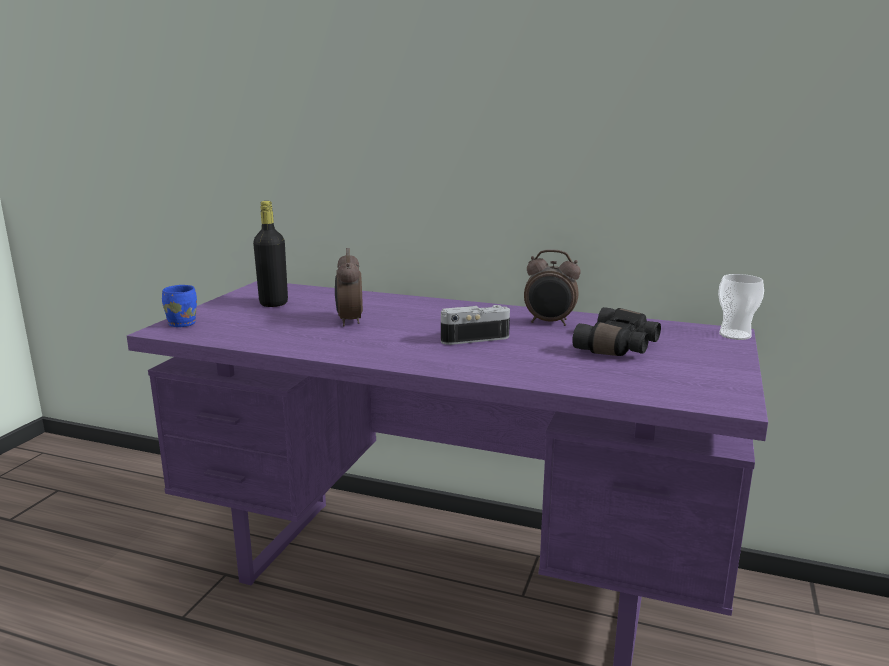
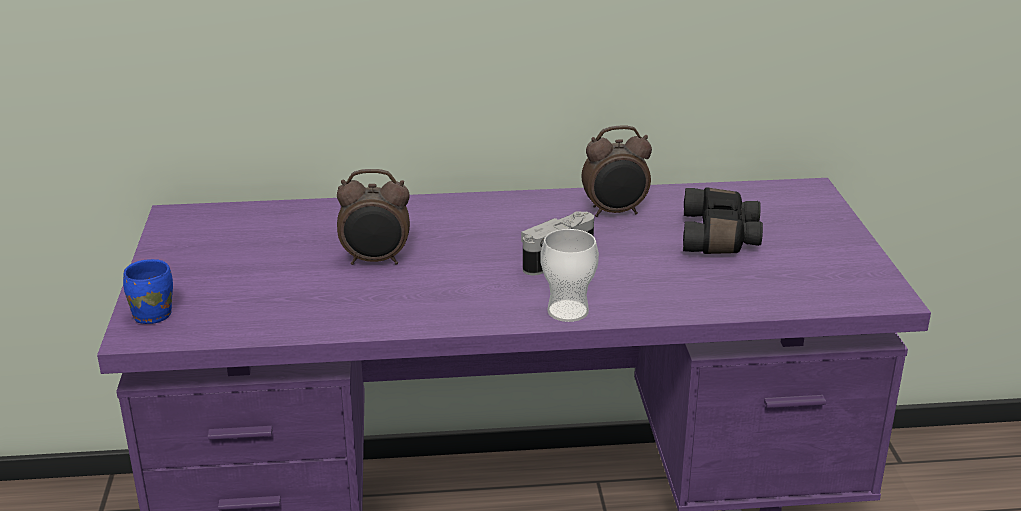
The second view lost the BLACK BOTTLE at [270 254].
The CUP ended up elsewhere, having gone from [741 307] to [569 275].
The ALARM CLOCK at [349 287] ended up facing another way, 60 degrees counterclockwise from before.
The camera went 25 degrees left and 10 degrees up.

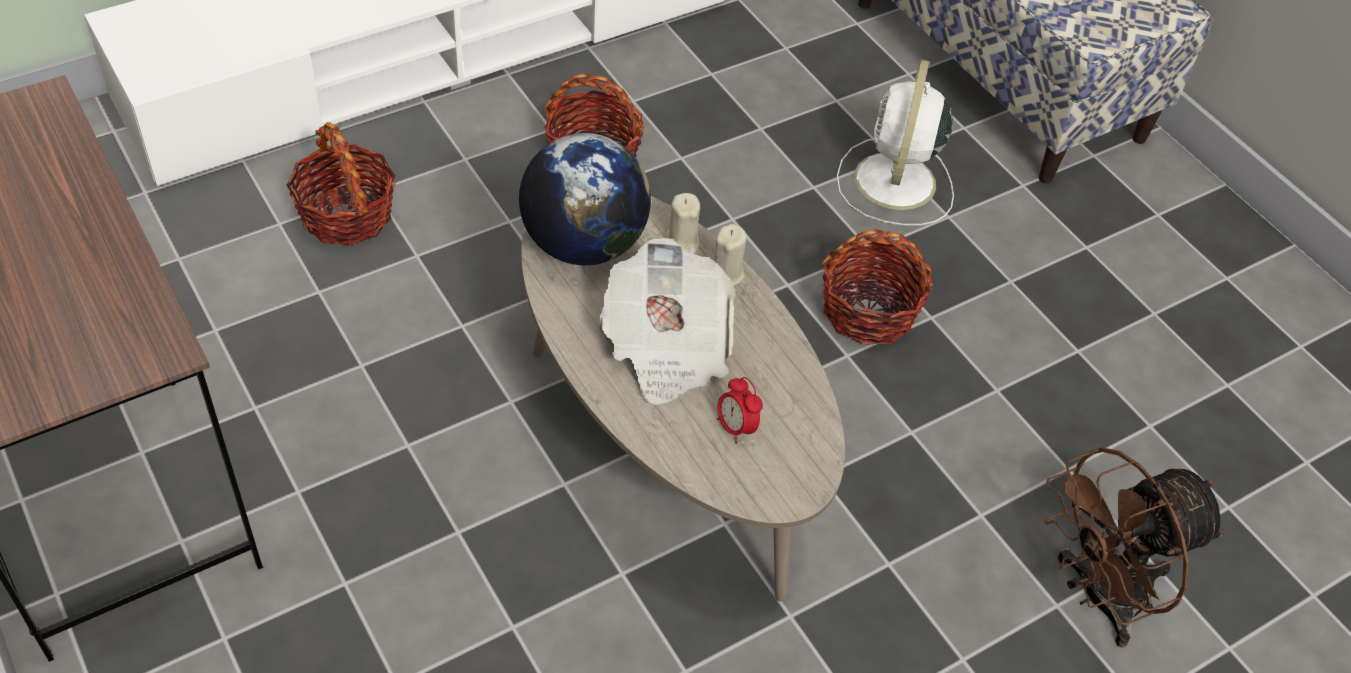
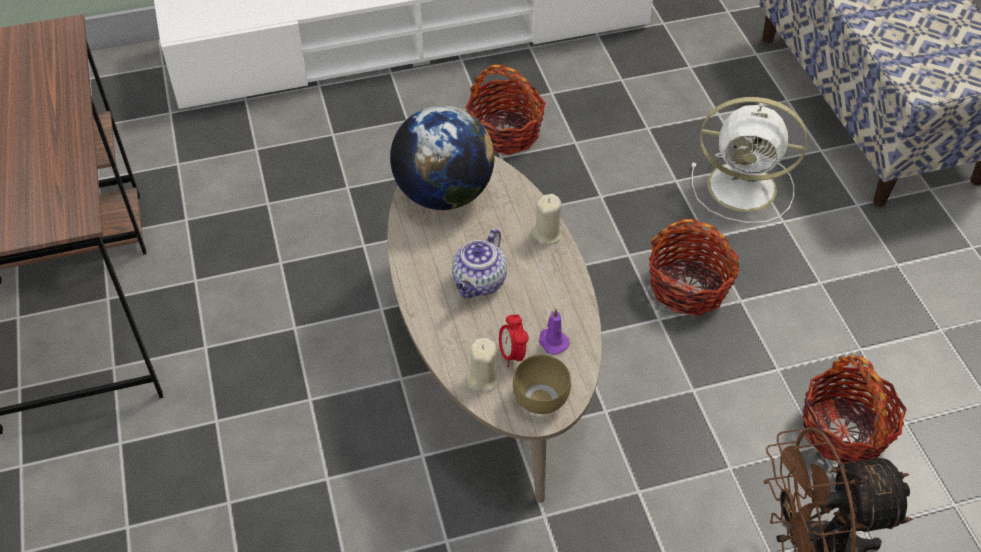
The second view gained the BROWN BOWL at [542 384].
The second view gained the PURPLE CANDLE at [554 331].
The BASKET ended up elsewhere, having gone from [341 184] to [854 409].
The BEIGE CANDLE ended up elsewhere, having gone from [682 223] to [483 365].
Where the NEWSPAPER stood at [667 321], the TEAPOT came to stand at [479 263].
The WHITE FAN at [895 143] ended up facing another way, 105 degrees counterclockwise from before.
The camera went 20 degrees right and 0 degrees up.

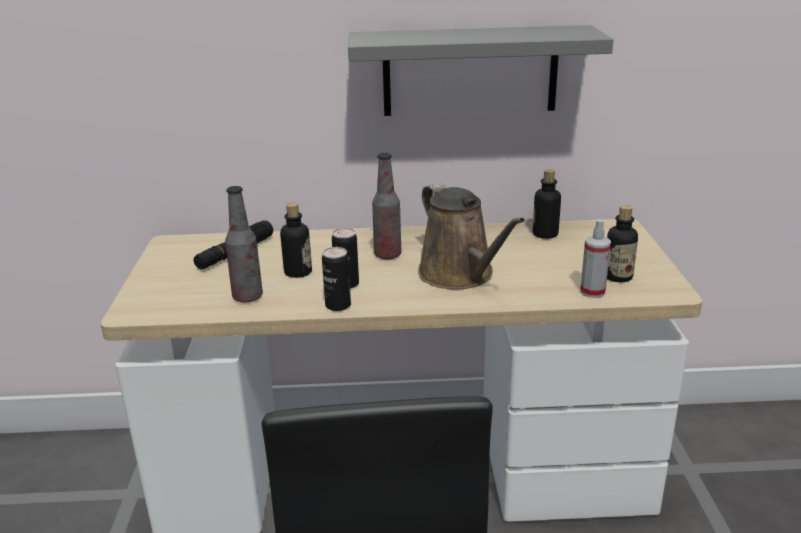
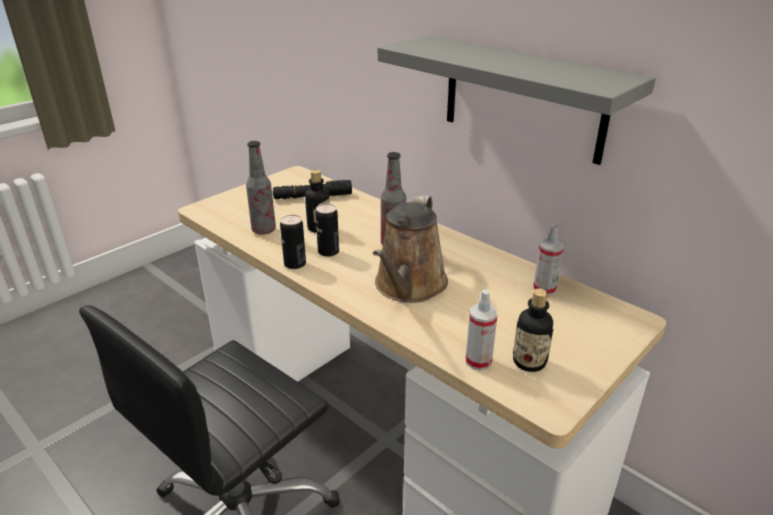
Where the BOTTLE stood at [547 204], the SPRAY BOTTLE came to stand at [548 260].
The camera went 45 degrees right and 5 degrees up.

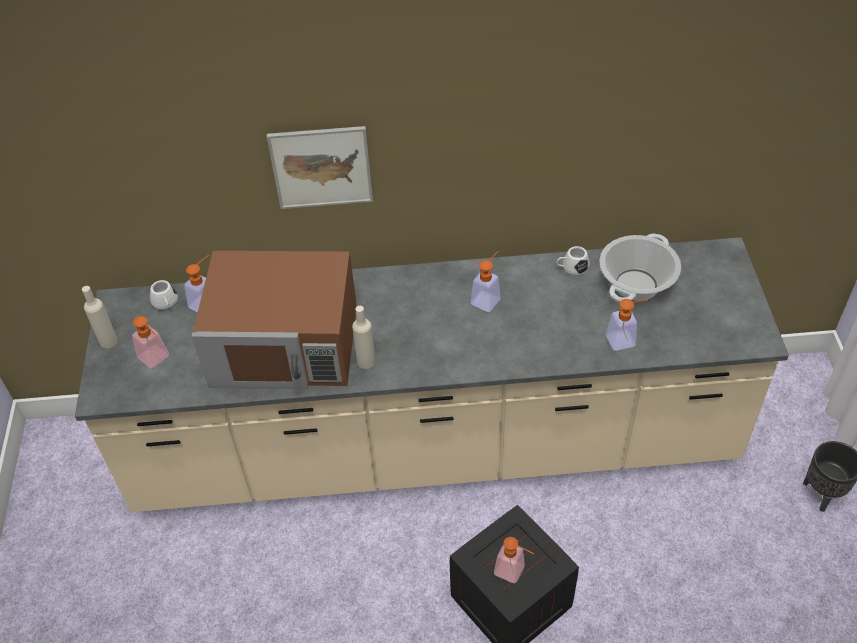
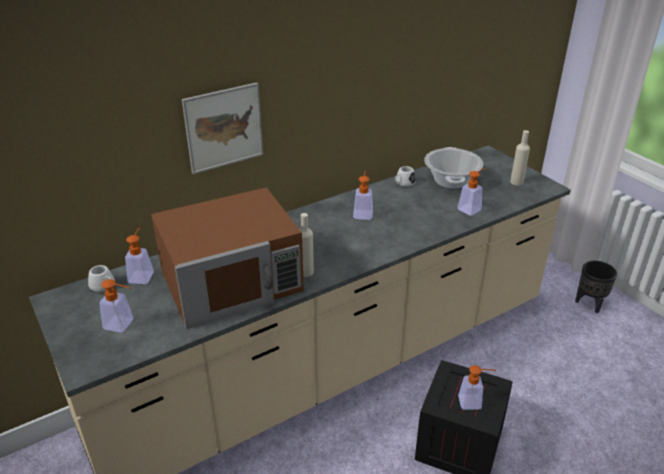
The BEIGE BOTTLE ended up elsewhere, having gone from [100 317] to [520 158].
The camera went 30 degrees left and 15 degrees down.

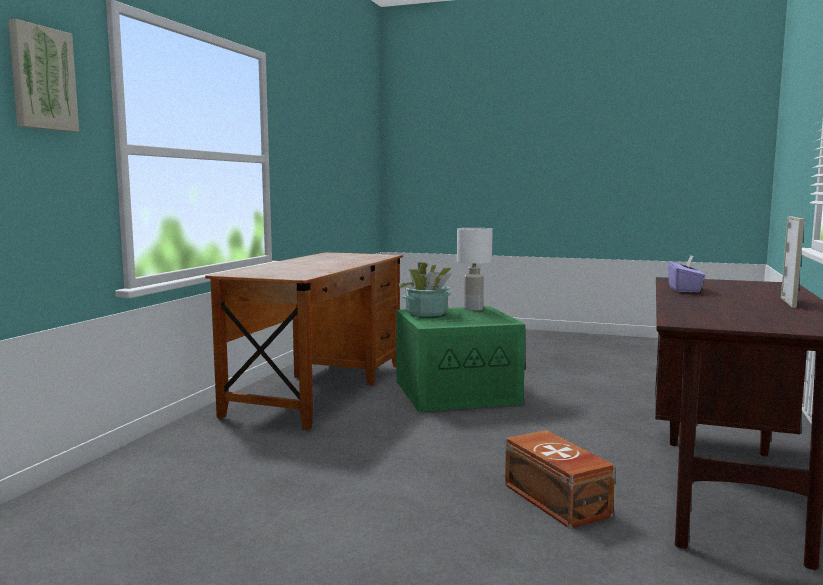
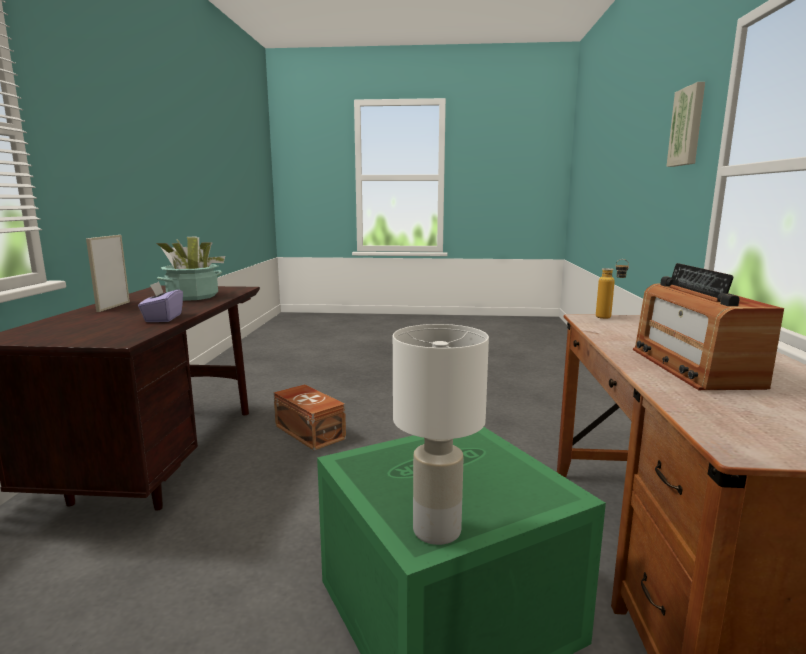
The second view gained the BOTTLE at [612 289].
The second view gained the RADIO at [708 326].
The POTTED PLANT ended up elsewhere, having gone from [425 289] to [190 268].
The camera went 165 degrees right and 5 degrees up.

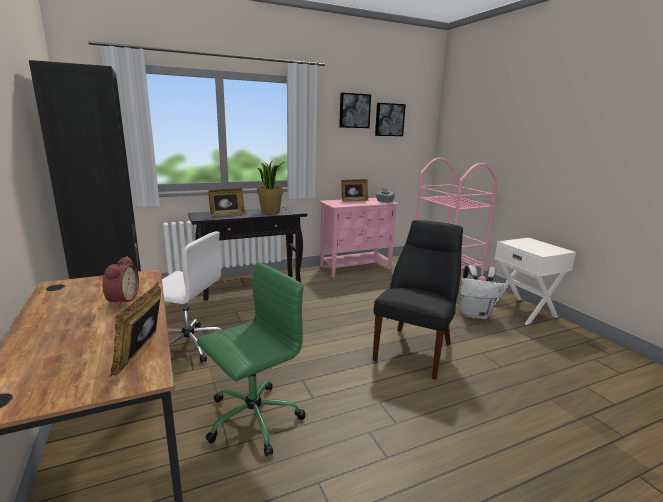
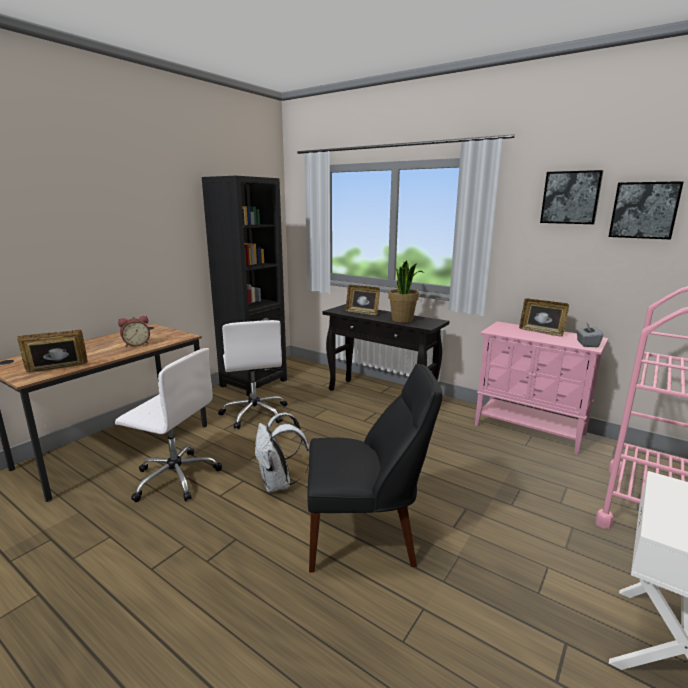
The WHITE BACKPACK ended up elsewhere, having gone from [482 292] to [282 452].
What was the GREEN OFFICE CHAIR at [251 359] turned into the WHITE OFFICE CHAIR at [168 425].
The camera went 60 degrees right and 0 degrees up.

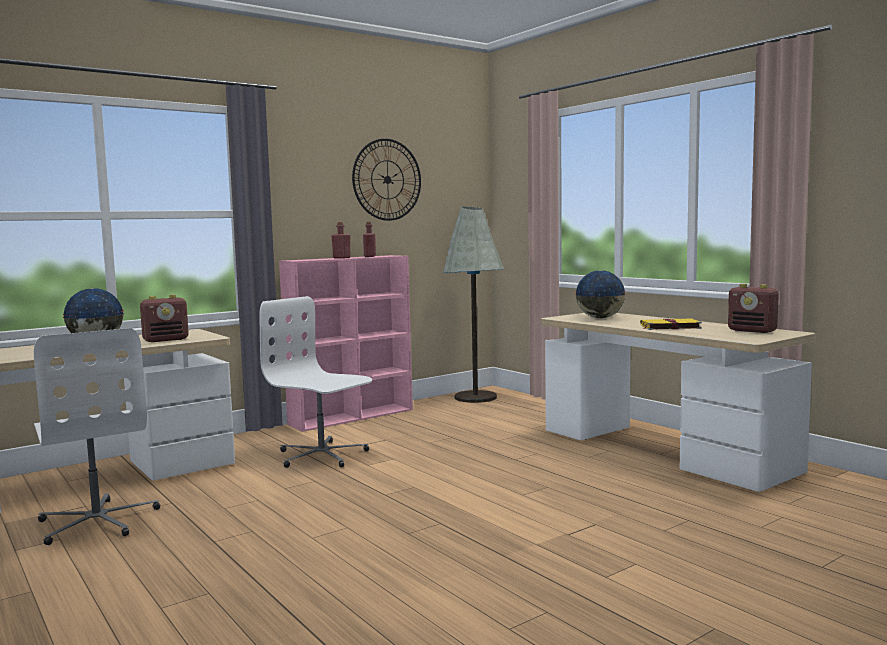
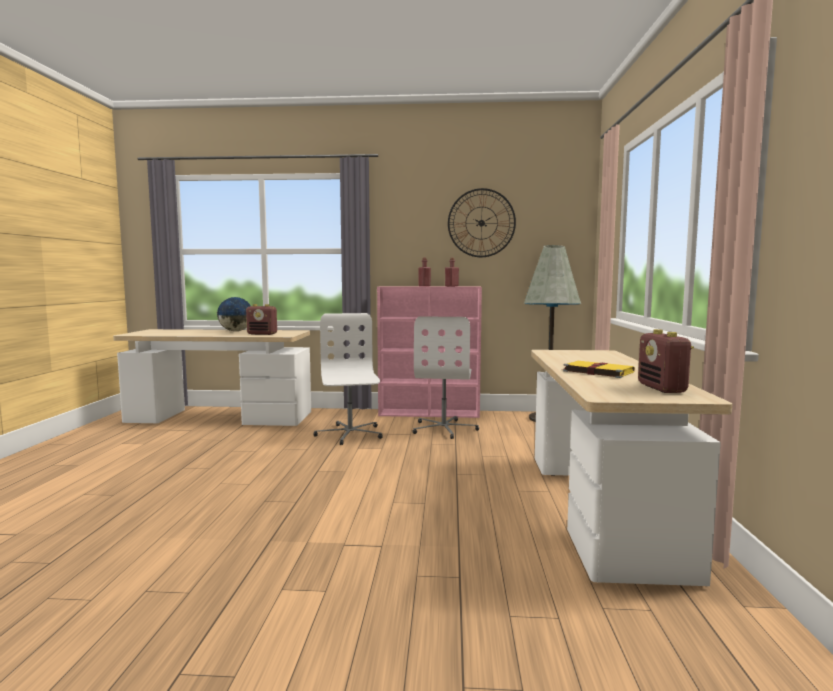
The second view lost the GLOBE at [600 294].
The WHITE OFFICE CHAIR ended up elsewhere, having gone from [97 436] to [446 377].
The camera went 40 degrees right and 0 degrees up.

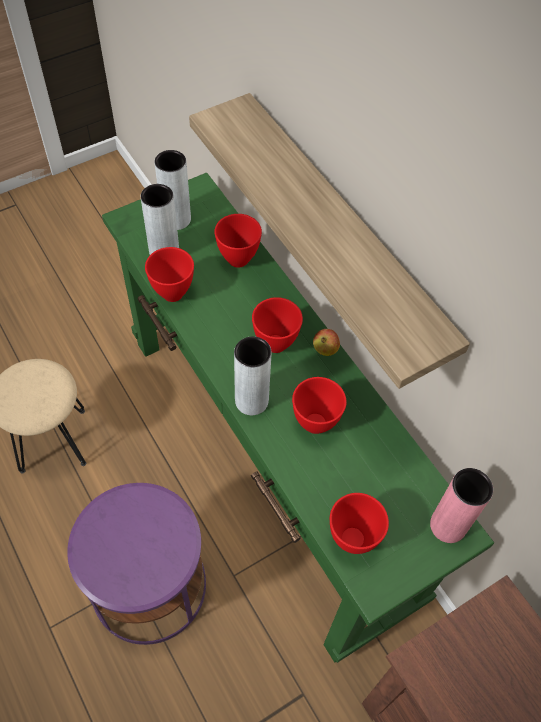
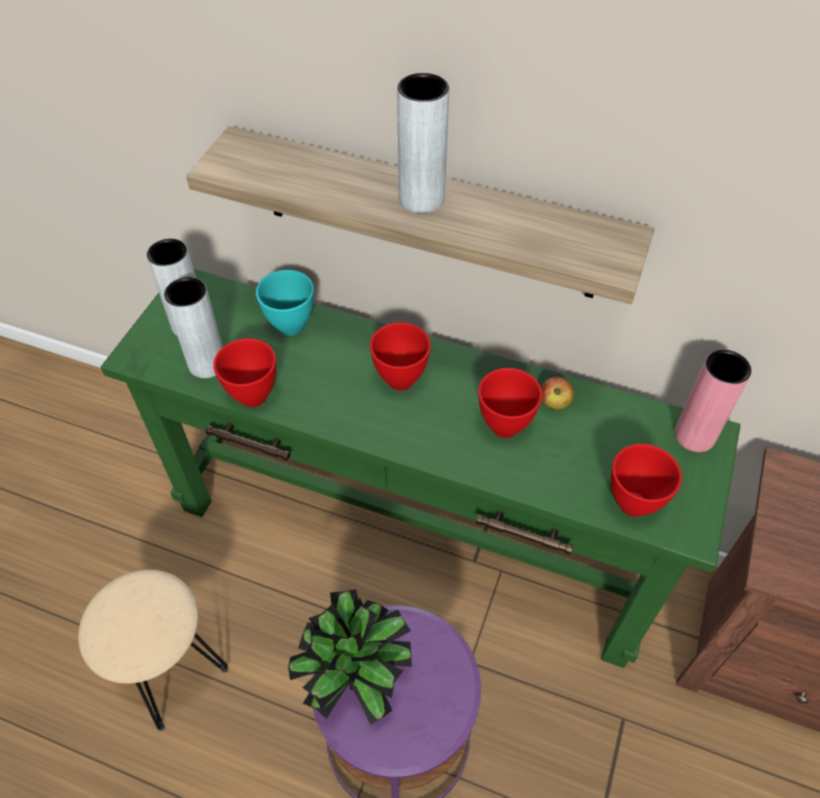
The second view gained the POTTED PLANT at [350 657].
The GREY VASE ended up elsewhere, having gone from [253 375] to [423 143].
The APPLE ended up elsewhere, having gone from [326 342] to [557 393].
What was the RED BOWL at [238 241] turned into the TURQUOISE BOWL at [285 303].
The camera went 35 degrees left and 5 degrees down.

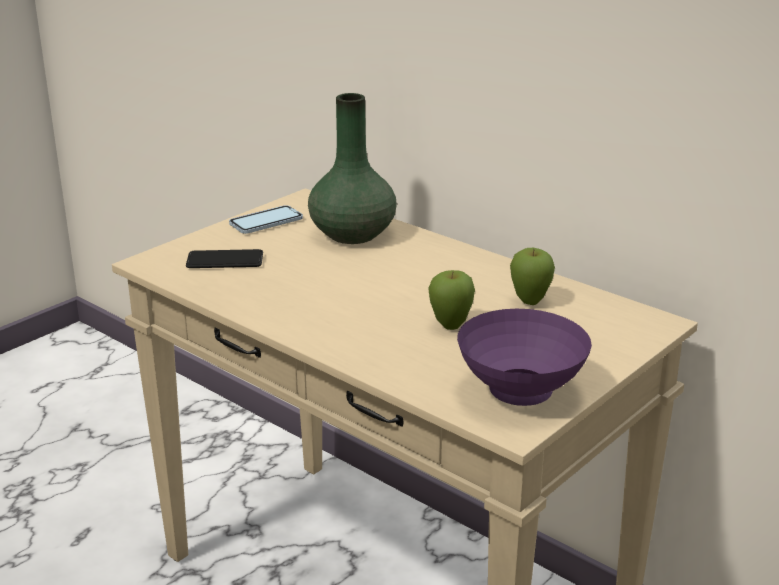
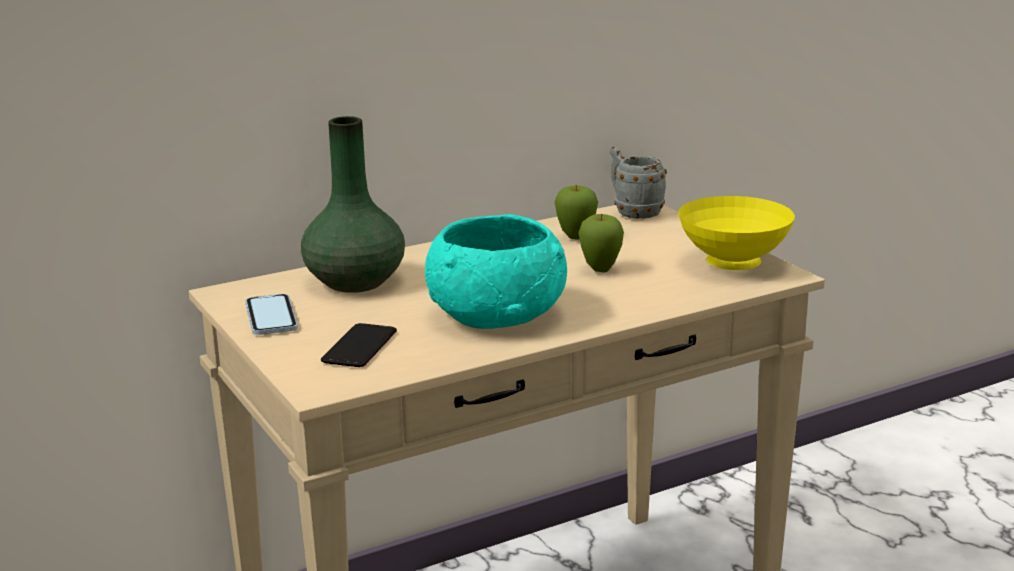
The second view gained the TURQUOISE BOWL at [496 271].
The second view gained the GREY MUG at [638 182].
What was the PURPLE BOWL at [524 357] turned into the YELLOW BOWL at [736 233].
The camera went 70 degrees left and 5 degrees down.

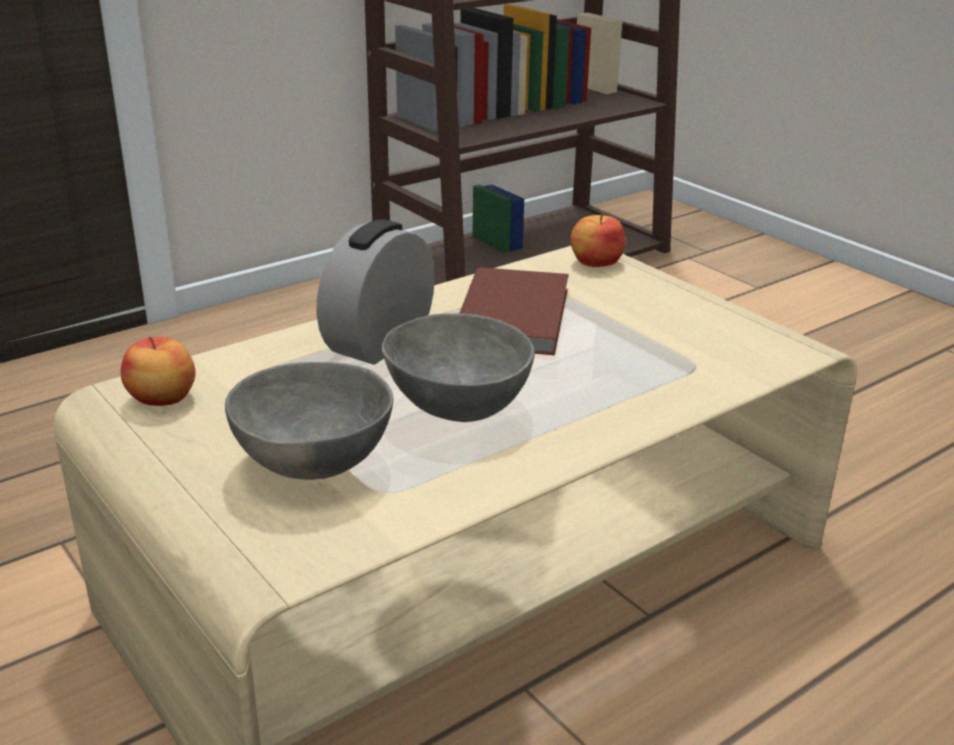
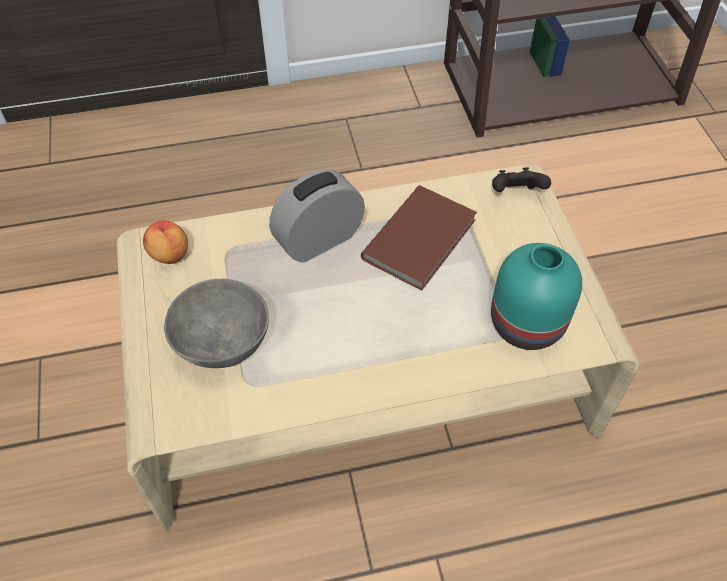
The second view lost the GREY BOWL at [458 367].
The second view gained the TURQUOISE VASE at [536 296].
Where the APPLE stood at [597 239], the BLACK GAME CONTROLLER came to stand at [521 179].
The camera went 25 degrees right and 25 degrees up.

